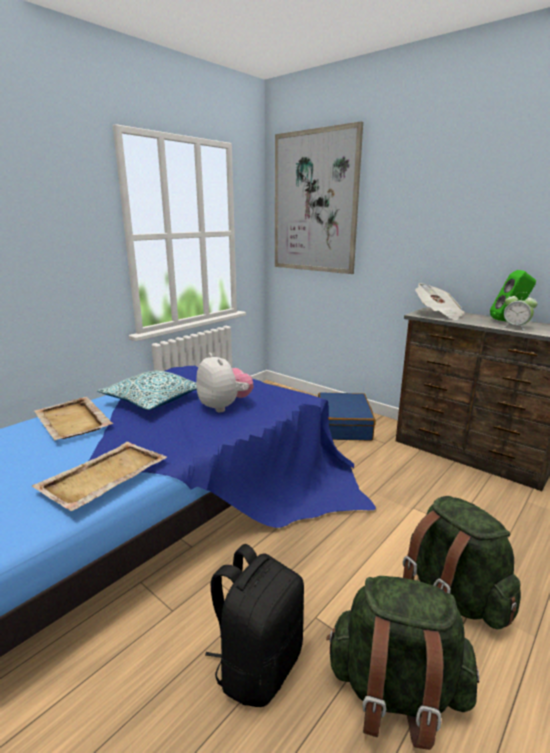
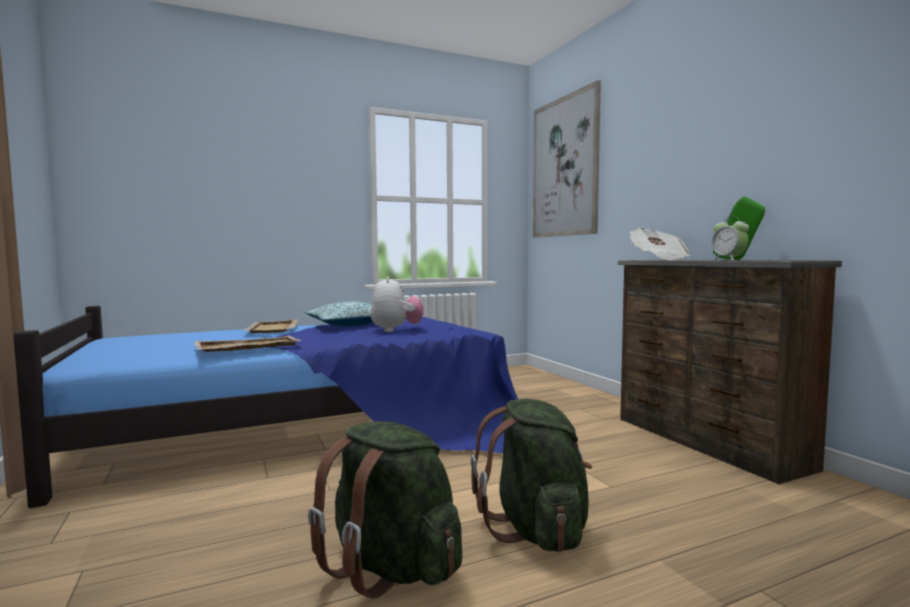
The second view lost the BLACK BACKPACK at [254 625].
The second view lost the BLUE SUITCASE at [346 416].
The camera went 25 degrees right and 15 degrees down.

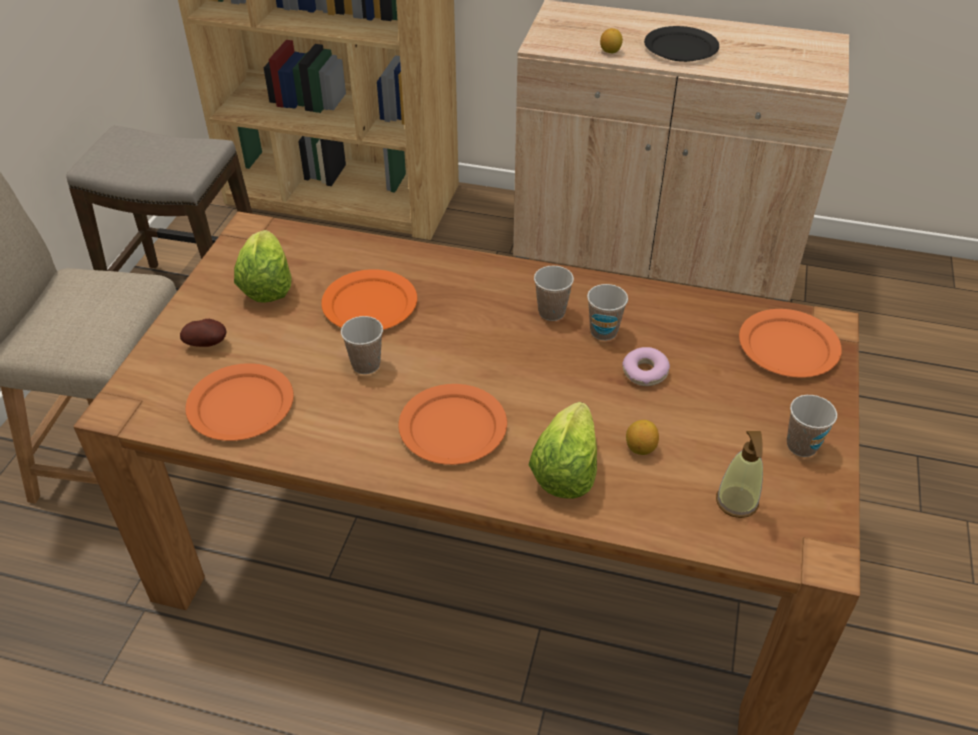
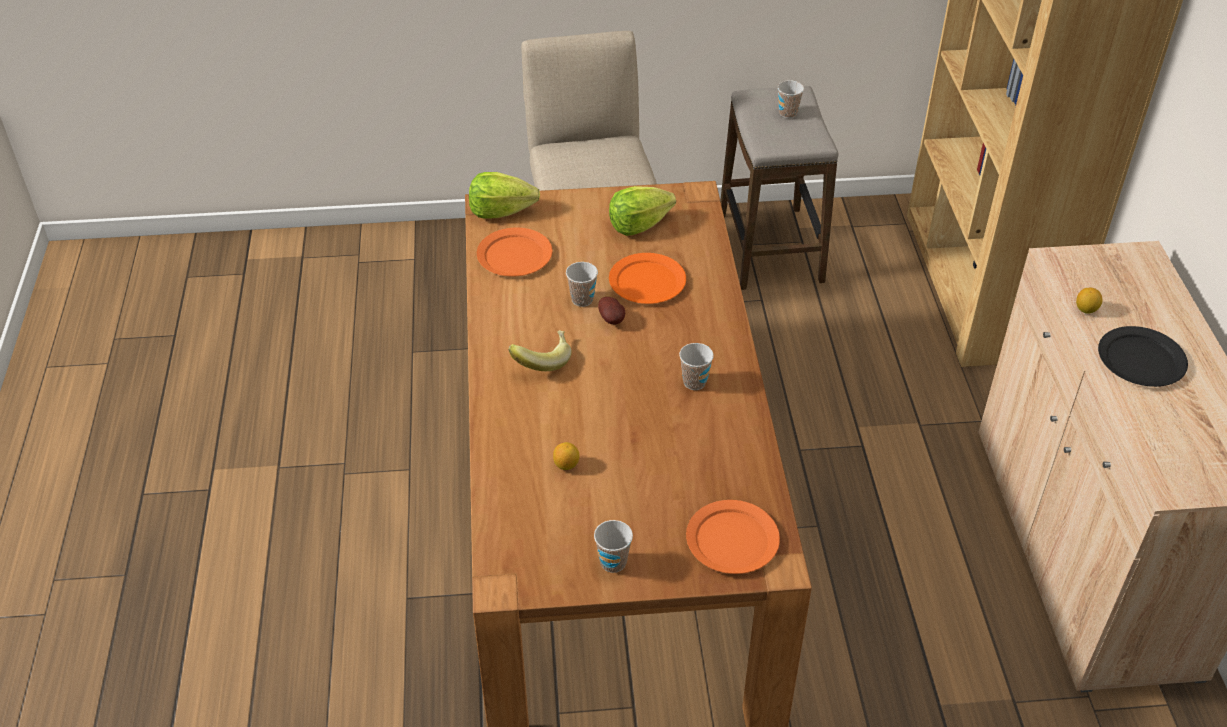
The second view lost the DONUT at [646 366].
The second view lost the SOAP DISPENSER at [739 474].
The POTATO ended up elsewhere, having gone from [203 333] to [611 310].
The LETTUCE ended up elsewhere, having gone from [563 450] to [504 195].
The CUP ended up elsewhere, having gone from [607 312] to [791 99].
Where the ORANGE PLATE stood at [452 424], the BANANA came to stand at [540 350].
The camera went 70 degrees right and 0 degrees up.

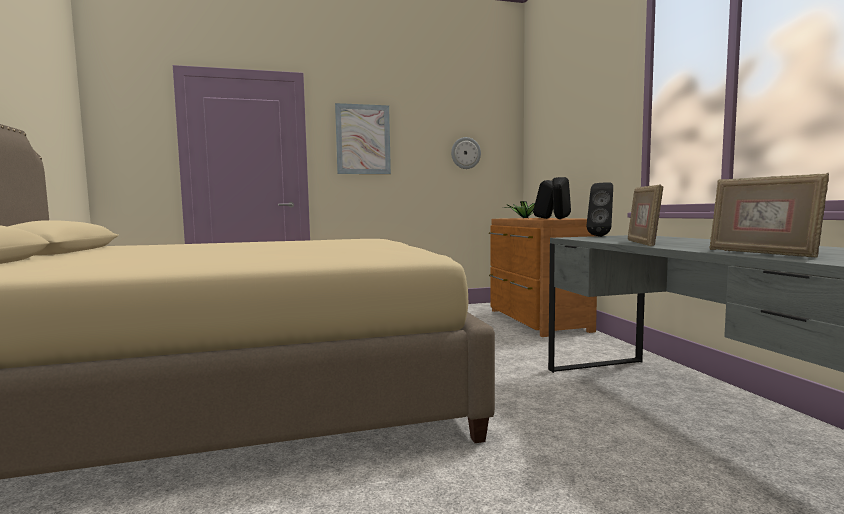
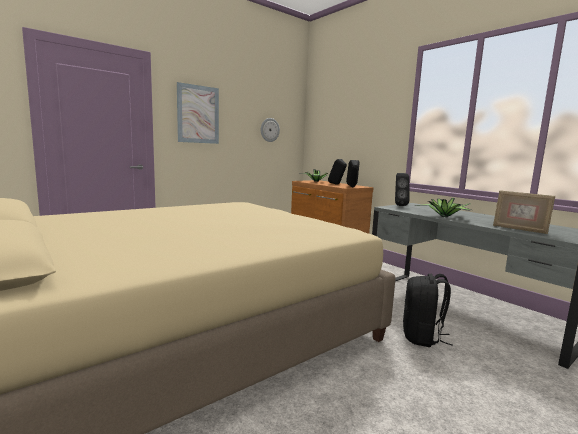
The second view gained the BLACK BACKPACK at [428 310].
Where the PICTURE FRAME stood at [645 215], the POTTED PLANT came to stand at [443 208].
The camera went 25 degrees left and 5 degrees up.

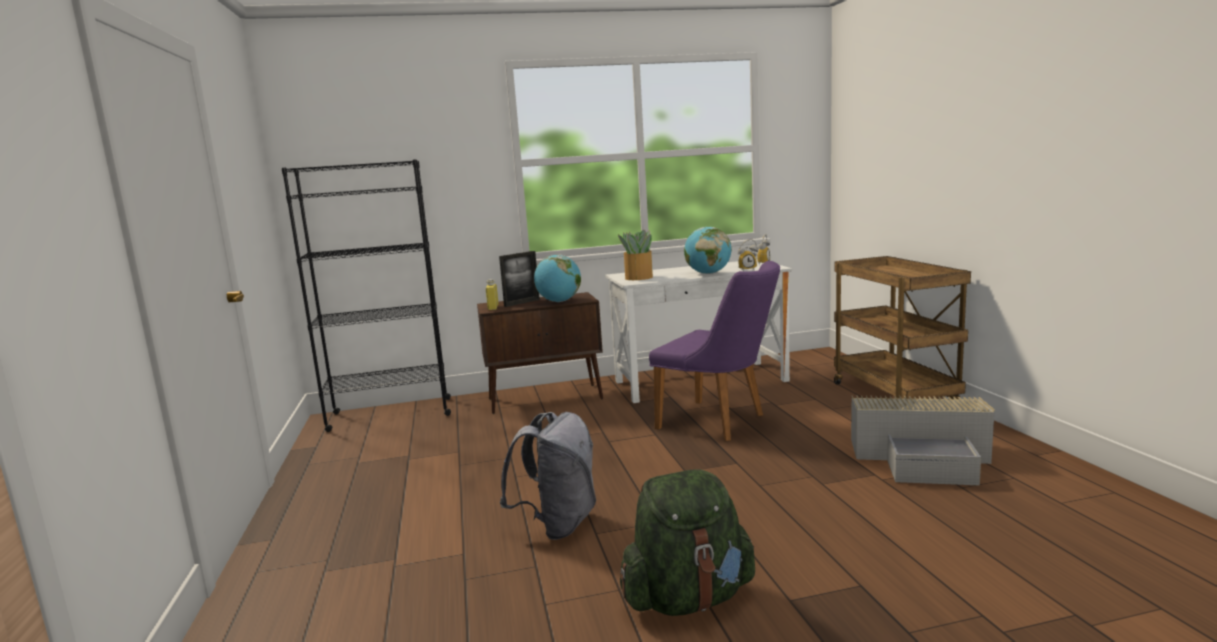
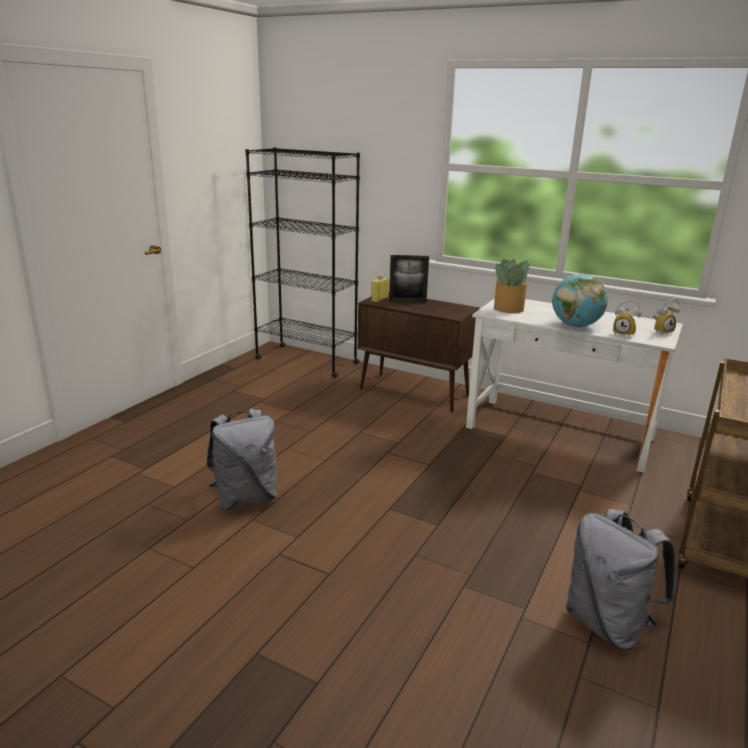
The second view lost the GLOBE at [557 278].
The second view lost the GREEN BACKPACK at [687 542].
The second view lost the PURPLE CHAIR at [714 351].
Where the GREY STORAGE BOX stood at [923 440], the GREY BACKPACK came to stand at [621 579].
The camera went 40 degrees right and 10 degrees up.

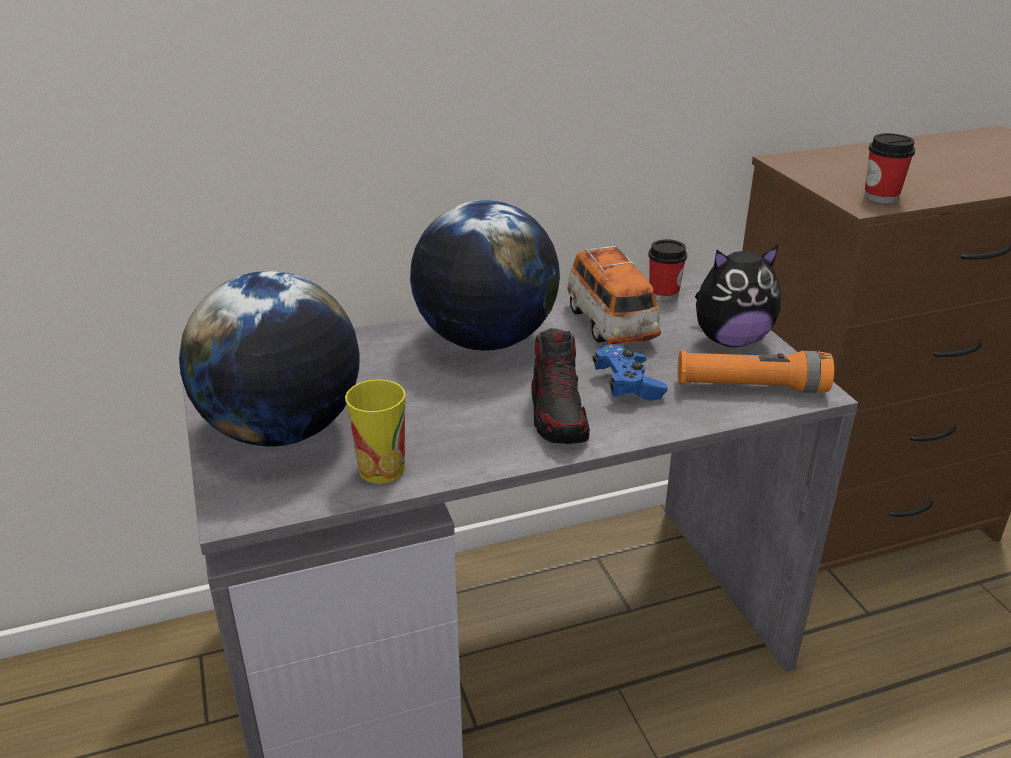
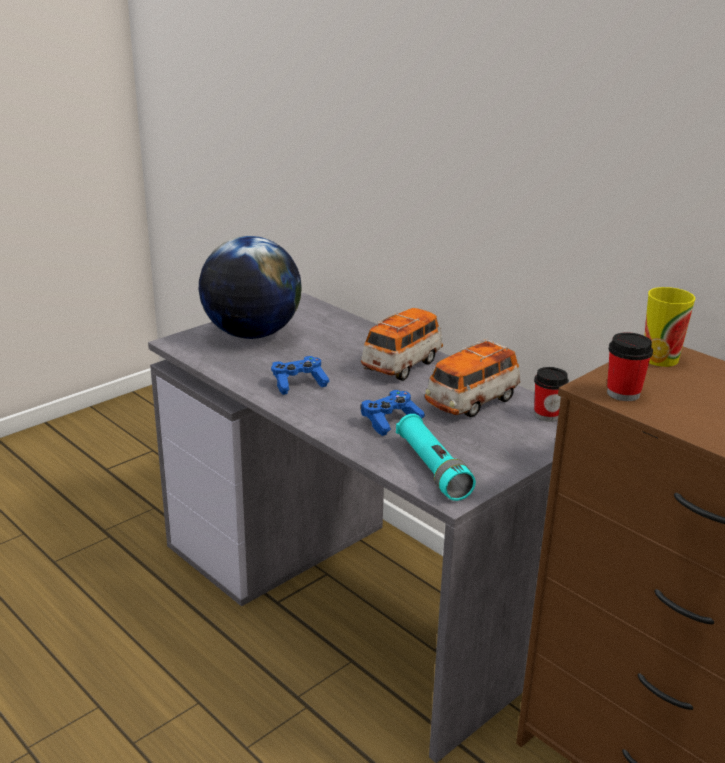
The second view lost the SHOE at [560 386].
The second view lost the PLUSH TOY at [738 296].
The second view gained the BLUE GAME CONTROLLER at [300 375].
The CUP ended up elsewhere, having gone from [375 431] to [669 327].
Where the GLOBE stood at [485 275], the TOY CAR came to stand at [402 344].
What was the ORANGE FLASHLIGHT at [756 371] turned into the TURQUOISE FLASHLIGHT at [436 457].
The camera went 65 degrees right and 5 degrees down.

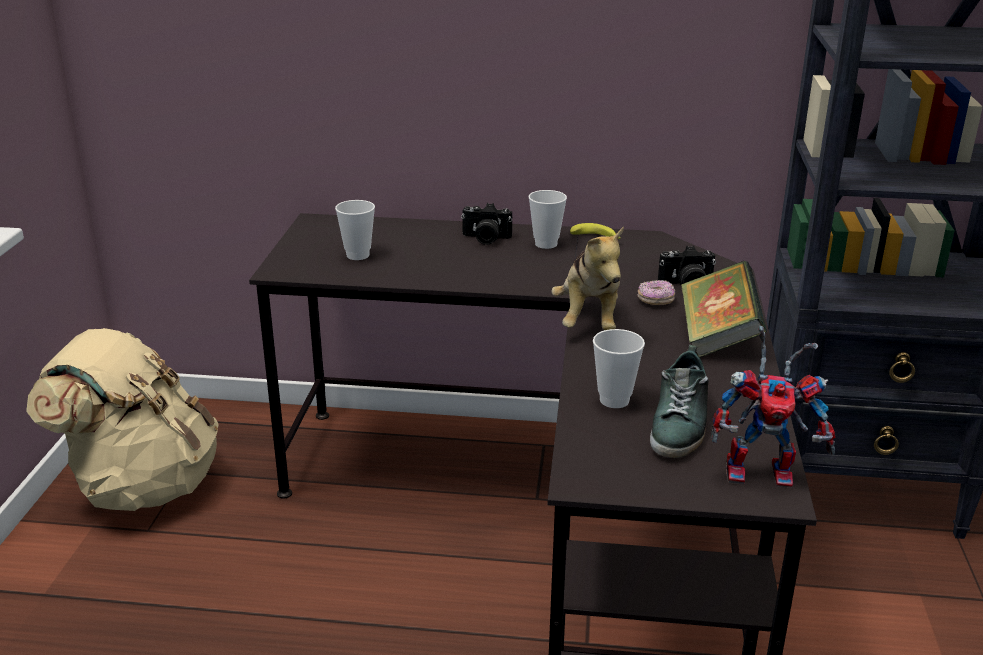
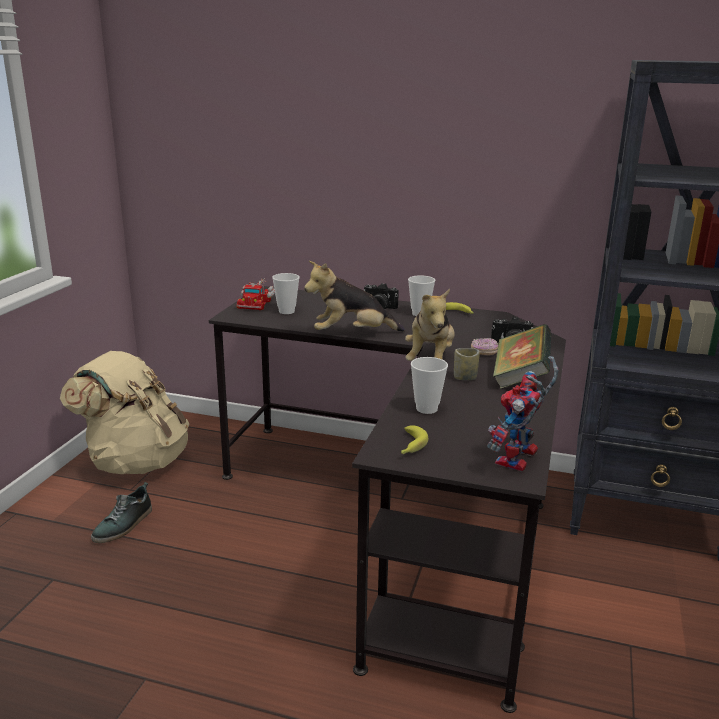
The second view gained the TOY TRUCK at [255 294].
The second view gained the PLUSH TOY at [354 296].
The second view gained the BANANA at [414 439].
The second view gained the CUP at [467 364].
The SHOE ended up elsewhere, having gone from [679 401] to [121 512].
The TOY ROBOT at [773 407] ended up facing another way, 105 degrees clockwise from before.
The camera went 10 degrees right and 5 degrees down.

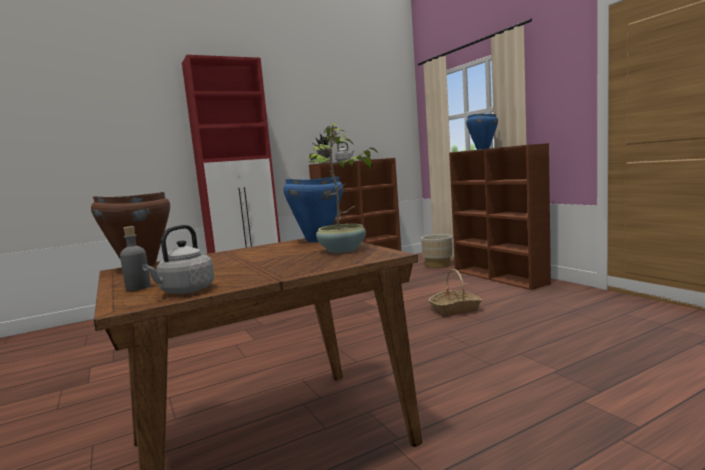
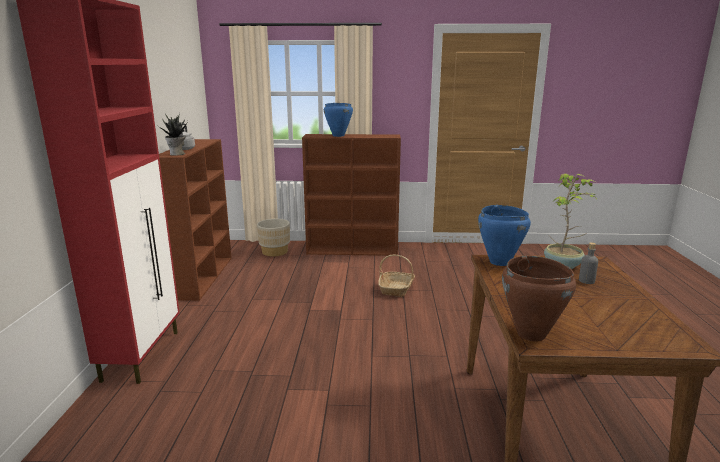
The second view lost the GREY KETTLE at [178 259].
The GREY BOTTLE ended up elsewhere, having gone from [135 258] to [588 263].
The camera went 60 degrees left and 10 degrees up.

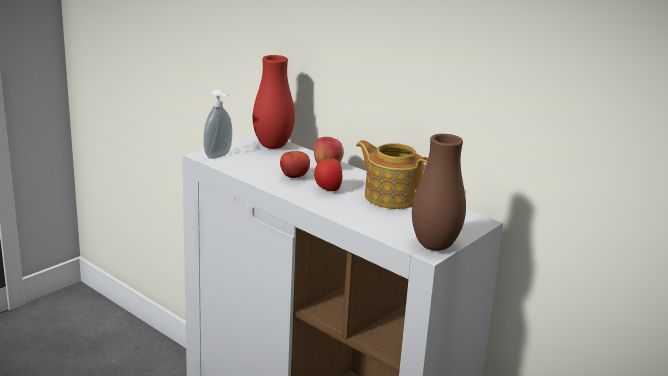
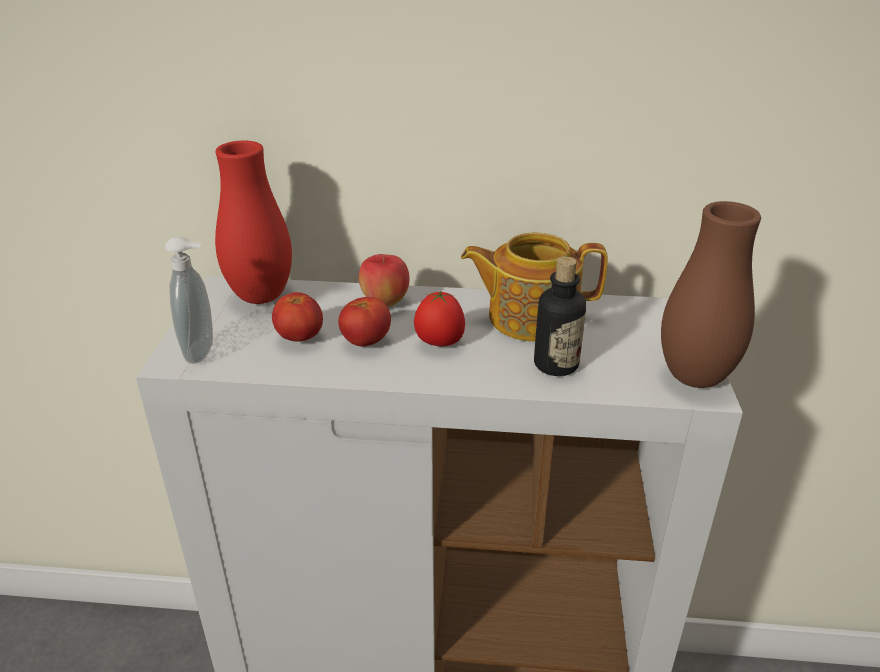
The second view gained the TOMATO at [297 317].
The second view gained the BOTTLE at [560 316].
The camera went 35 degrees left and 10 degrees up.

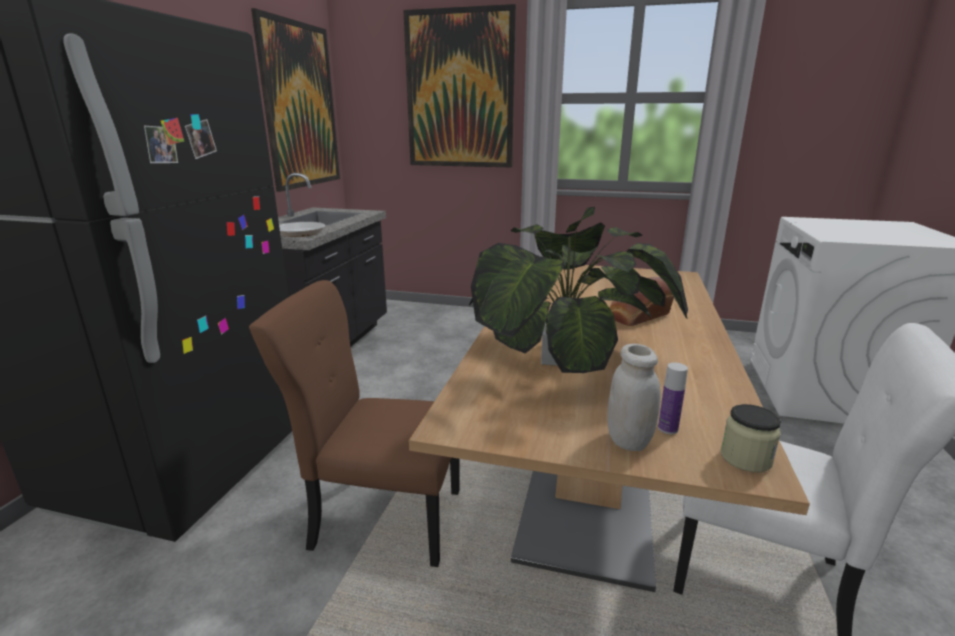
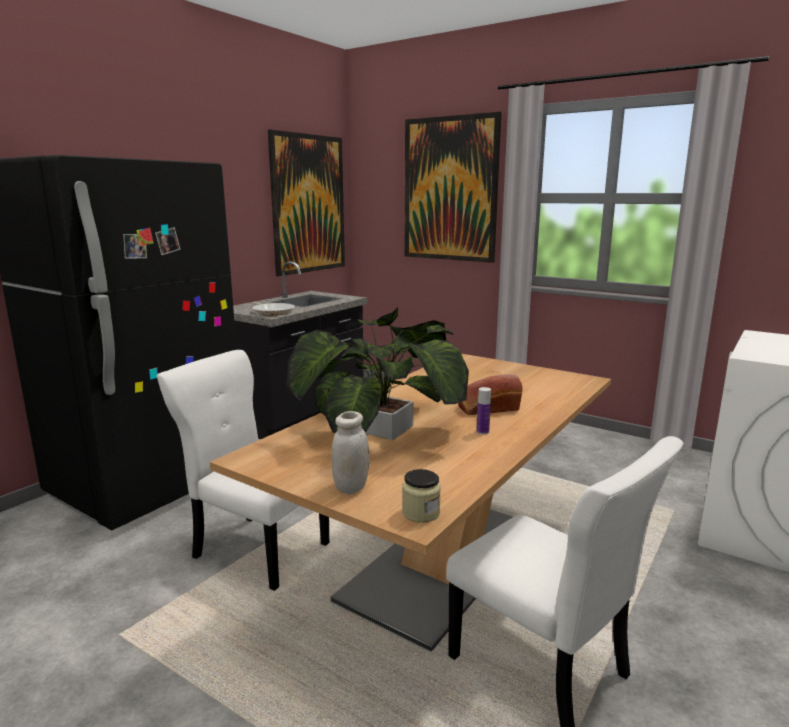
The BOTTLE ended up elsewhere, having gone from [673 398] to [484 411].
What was the BROWN CHAIR at [354 423] turned into the WHITE CHAIR at [243 470].
The camera went 20 degrees right and 5 degrees down.

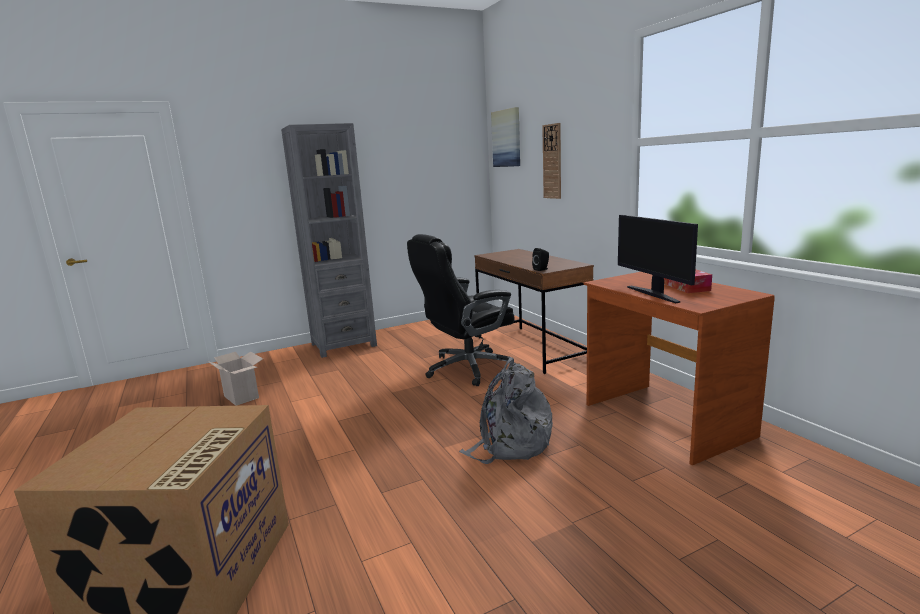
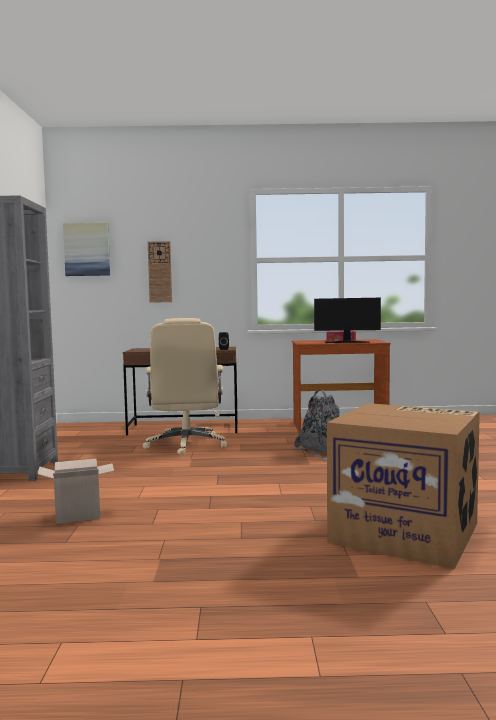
What was the BLACK OFFICE CHAIR at [461 310] turned into the BEIGE OFFICE CHAIR at [185 387].
The camera went 65 degrees left and 10 degrees down.

